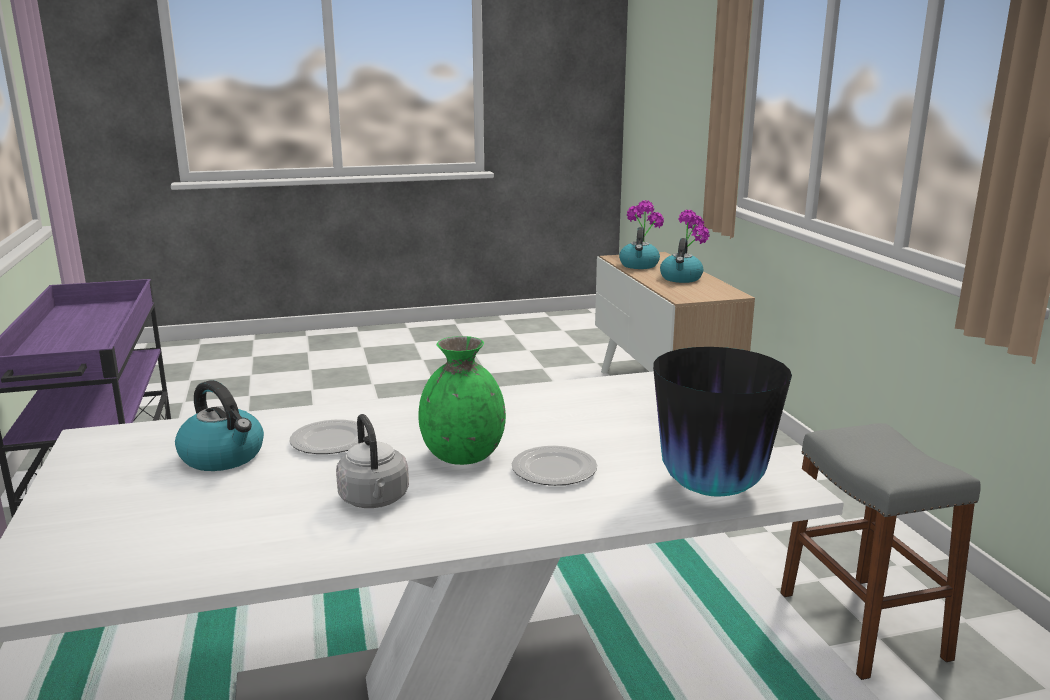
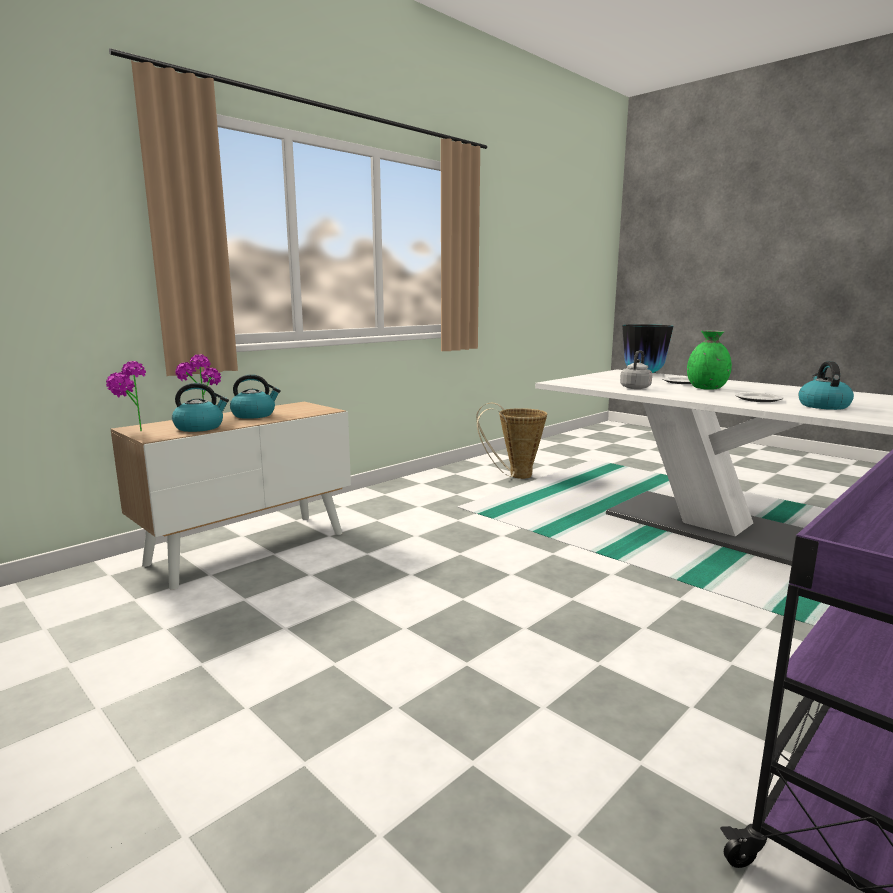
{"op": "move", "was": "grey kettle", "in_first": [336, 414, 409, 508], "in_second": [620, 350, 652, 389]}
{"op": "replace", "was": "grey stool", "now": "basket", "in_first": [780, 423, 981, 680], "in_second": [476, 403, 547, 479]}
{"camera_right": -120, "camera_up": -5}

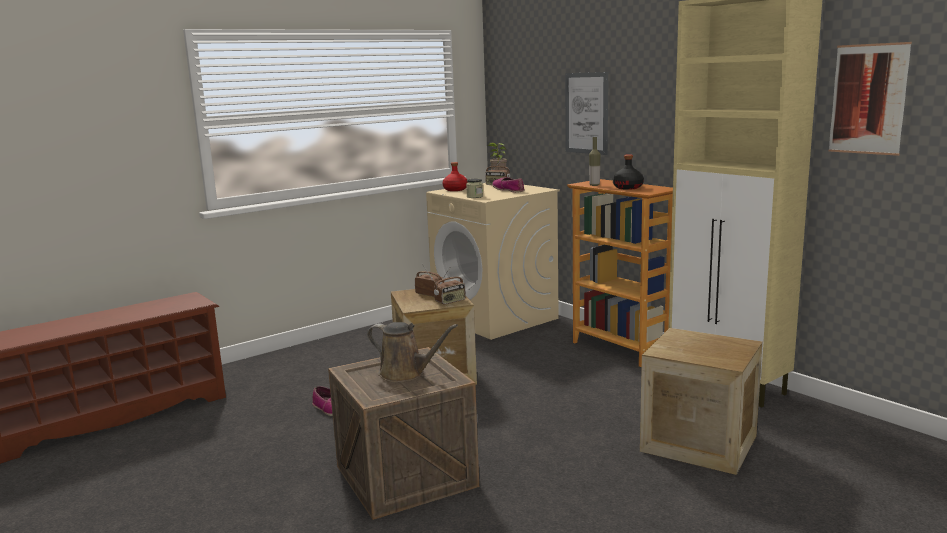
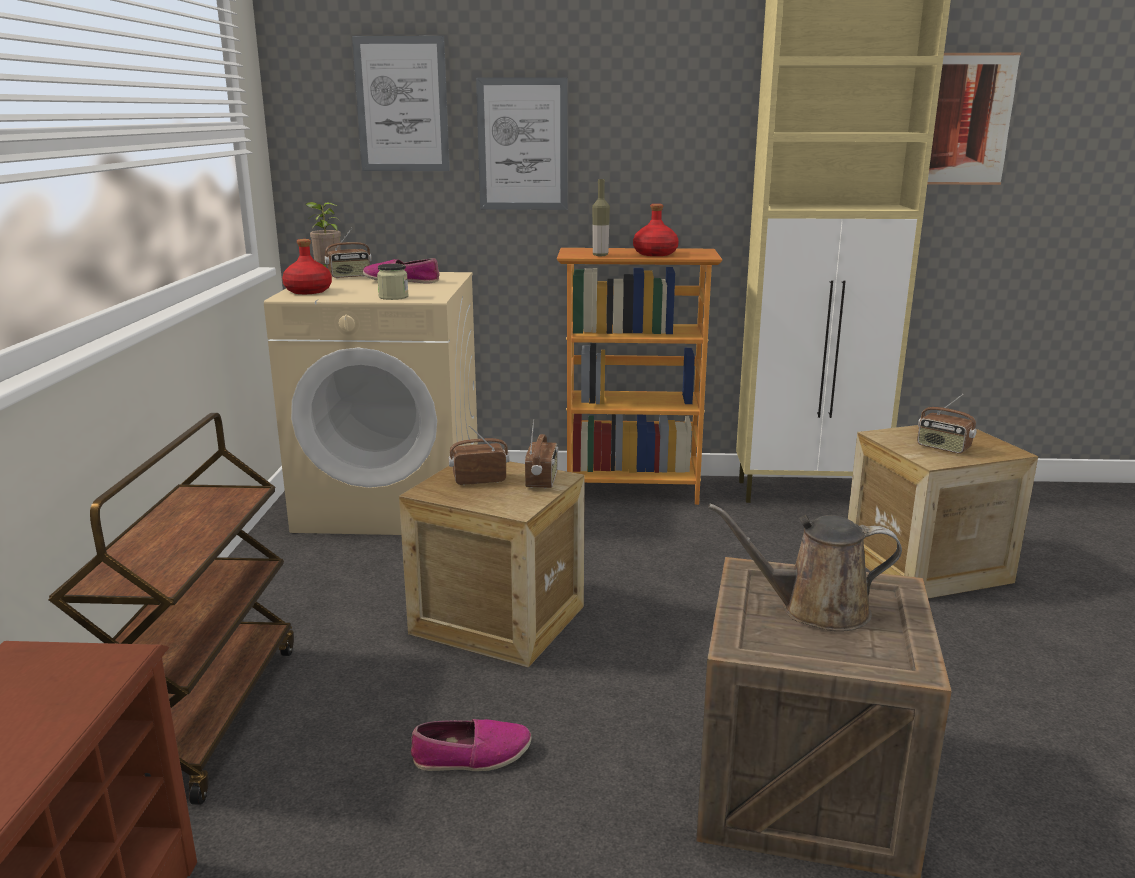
{"op": "recolor", "was": "black bottle", "now": "red bottle", "in_first": [613, 154, 644, 190], "in_second": [633, 204, 679, 256]}
{"op": "rotate", "was": "brown watering can", "in_first": [367, 322, 458, 382], "in_second": [708, 504, 902, 632], "clockwise": -150}
{"op": "insert", "now": "picture", "in_second": [352, 36, 450, 171]}
{"op": "insert", "now": "radio", "in_second": [917, 394, 977, 454]}
{"op": "insert", "now": "brown cart", "in_second": [48, 413, 294, 805]}
{"camera_right": -50, "camera_up": 5}

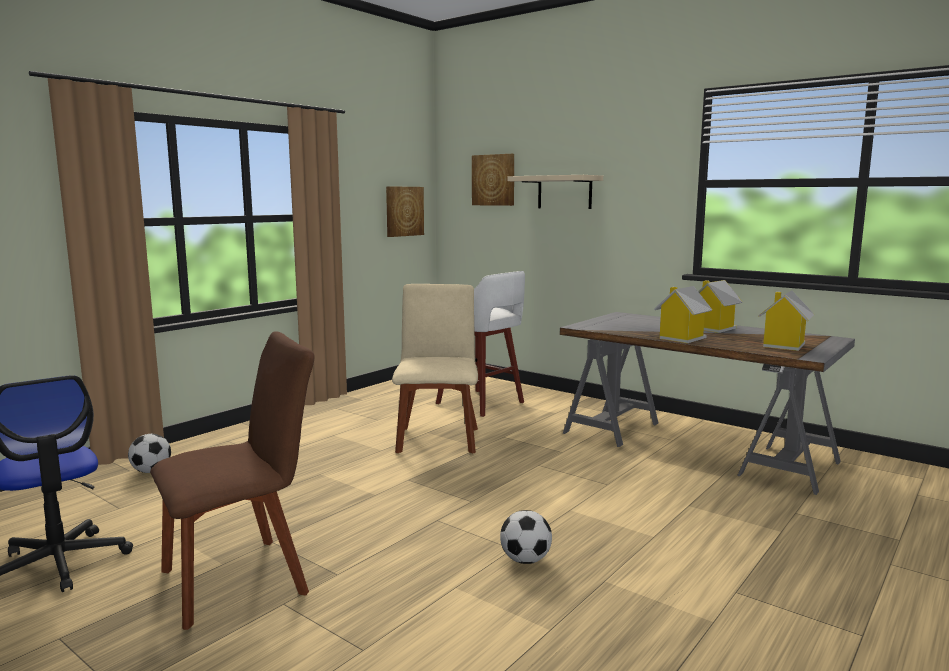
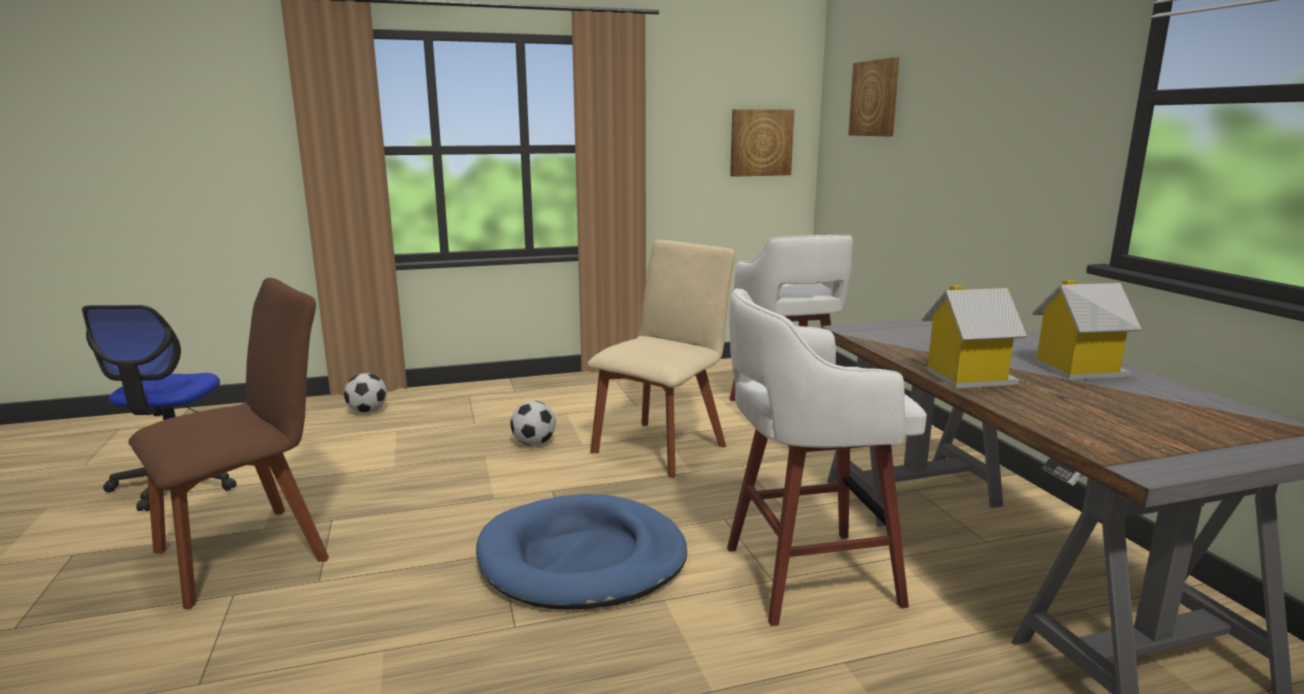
{"op": "delete", "was": "beige shelf", "in_first": [508, 175, 603, 209]}
{"op": "delete", "was": "toy house", "in_first": [758, 290, 815, 351]}
{"op": "rotate", "was": "brown chair", "in_first": [150, 331, 315, 630], "in_second": [128, 278, 329, 609], "clockwise": -45}
{"op": "move", "was": "football", "in_first": [500, 510, 552, 564], "in_second": [510, 401, 556, 446]}
{"op": "insert", "now": "white stool", "in_second": [727, 288, 927, 626]}
{"op": "insert", "now": "blue dog bed", "in_second": [476, 494, 687, 610]}
{"camera_right": 35, "camera_up": 5}

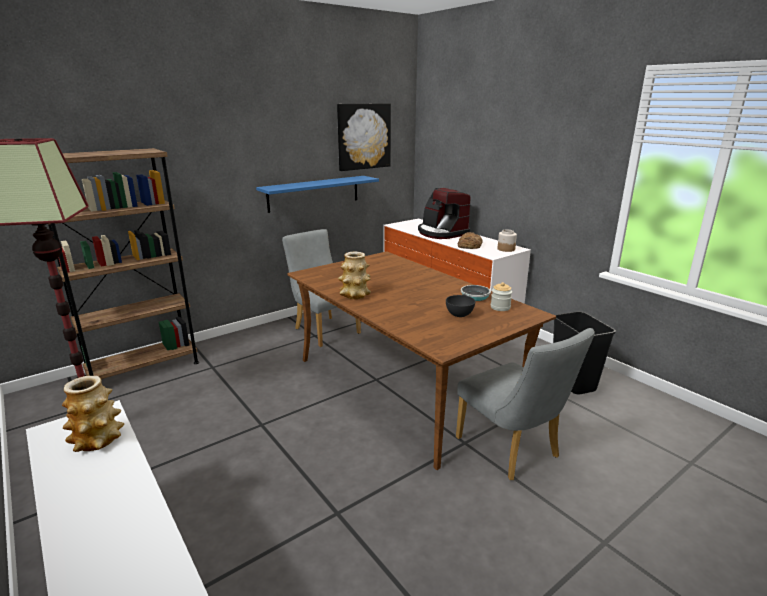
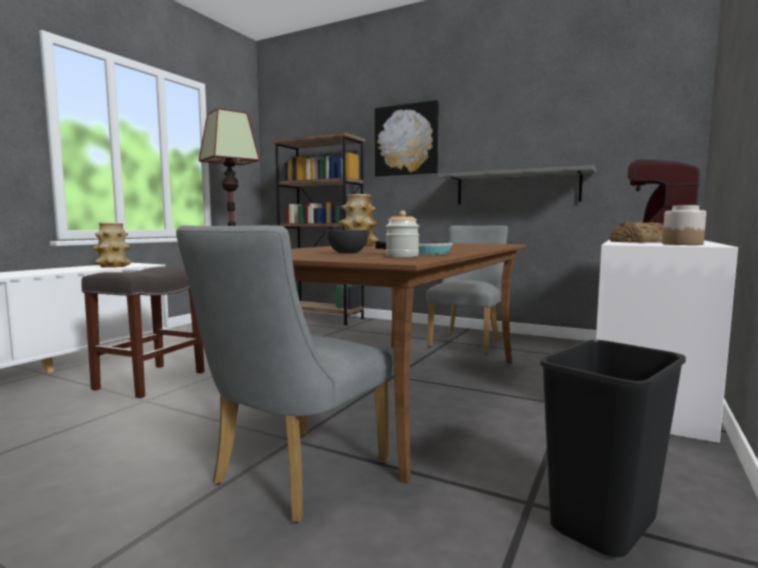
{"op": "move", "was": "picture", "in_first": [337, 103, 391, 171], "in_second": [375, 100, 439, 177]}
{"op": "recolor", "was": "blue shelf", "now": "grey shelf", "in_first": [256, 176, 379, 213], "in_second": [438, 165, 596, 204]}
{"op": "insert", "now": "grey stool", "in_second": [81, 266, 205, 398]}
{"camera_right": 65, "camera_up": -15}

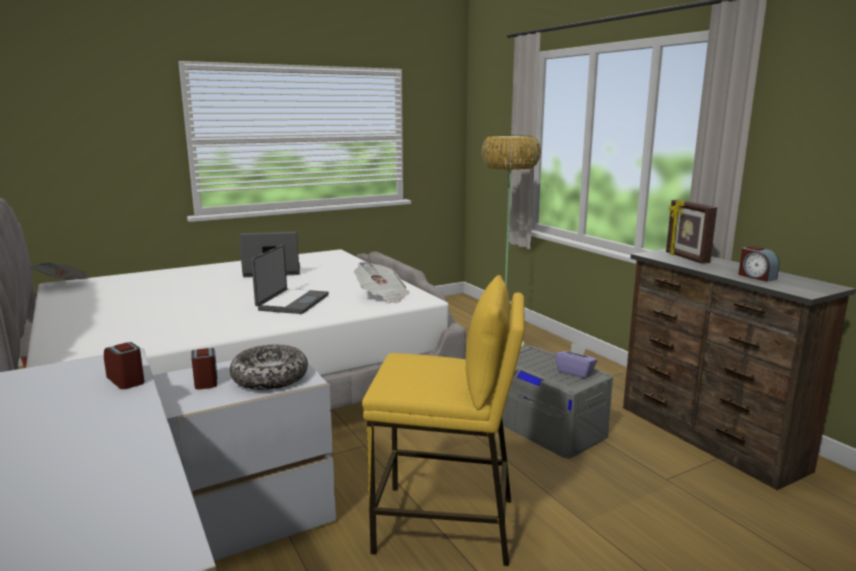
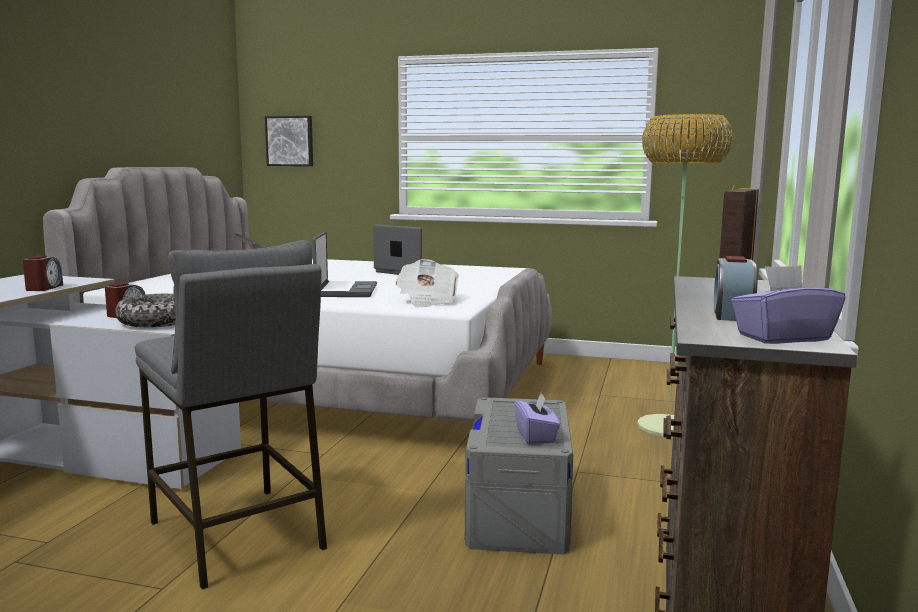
{"op": "rotate", "was": "laptop", "in_first": [251, 245, 329, 314], "in_second": [312, 232, 377, 297], "clockwise": -60}
{"op": "recolor", "was": "yellow stool", "now": "grey stool", "in_first": [362, 275, 524, 567], "in_second": [135, 240, 327, 589]}
{"op": "insert", "now": "picture", "in_second": [265, 116, 313, 166]}
{"op": "insert", "now": "purple tissue box", "in_second": [731, 265, 846, 344]}
{"camera_right": 45, "camera_up": -5}

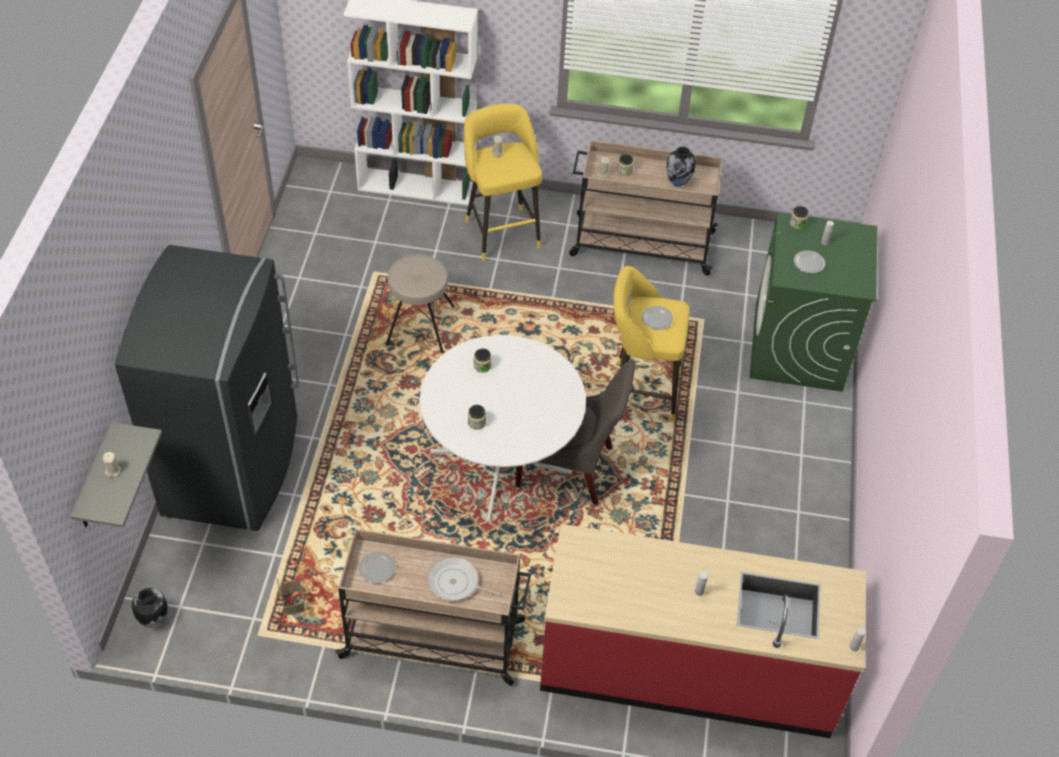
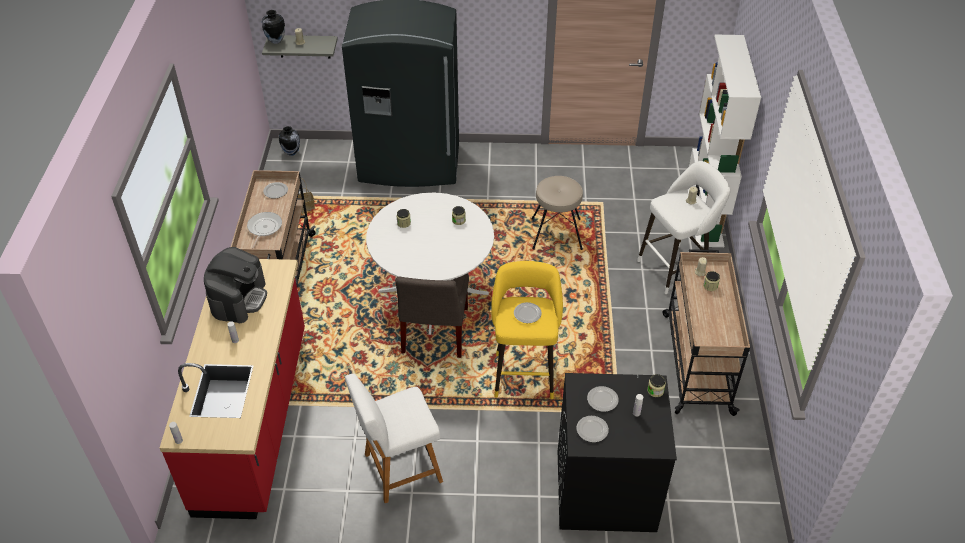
{"op": "recolor", "was": "yellow stool", "now": "white stool", "in_first": [464, 104, 542, 261], "in_second": [637, 161, 730, 294]}
{"op": "move", "was": "vase", "in_first": [667, 147, 696, 187], "in_second": [262, 10, 285, 44]}
{"op": "recolor", "was": "green washing machine", "now": "black washing machine", "in_first": [750, 213, 877, 392], "in_second": [558, 373, 677, 532]}
{"op": "insert", "now": "coffee machine", "in_second": [204, 247, 267, 323]}
{"op": "insert", "now": "white chair", "in_second": [345, 374, 443, 503]}
{"op": "insert", "now": "plate", "in_second": [577, 416, 609, 442]}
{"camera_right": 85, "camera_up": -5}

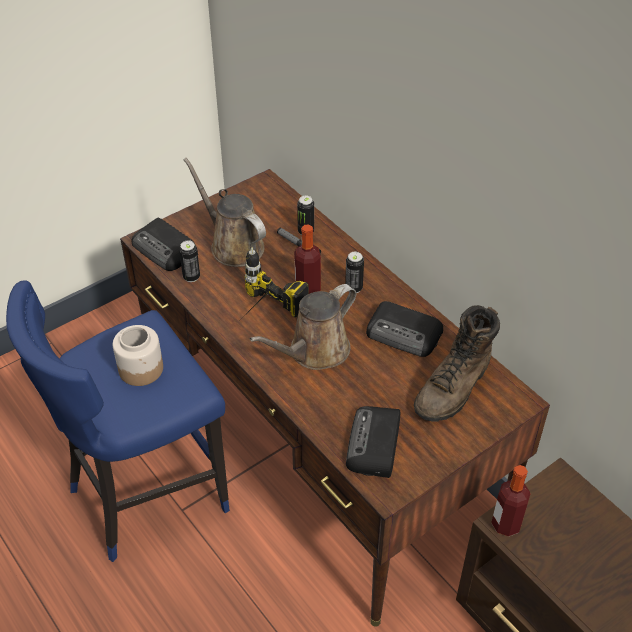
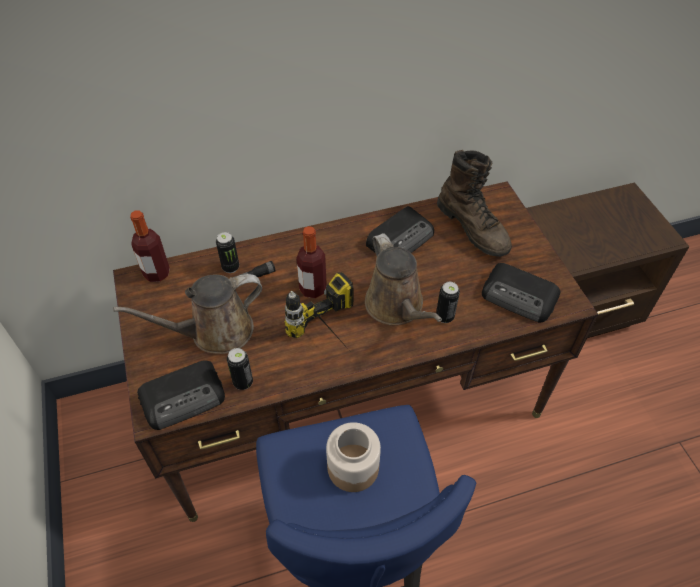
{"op": "move", "was": "can", "in_first": [345, 252, 364, 293], "in_second": [436, 282, 460, 323]}
{"op": "move", "was": "bottle", "in_first": [491, 465, 530, 537], "in_second": [130, 210, 170, 282]}
{"camera_right": -70, "camera_up": 5}

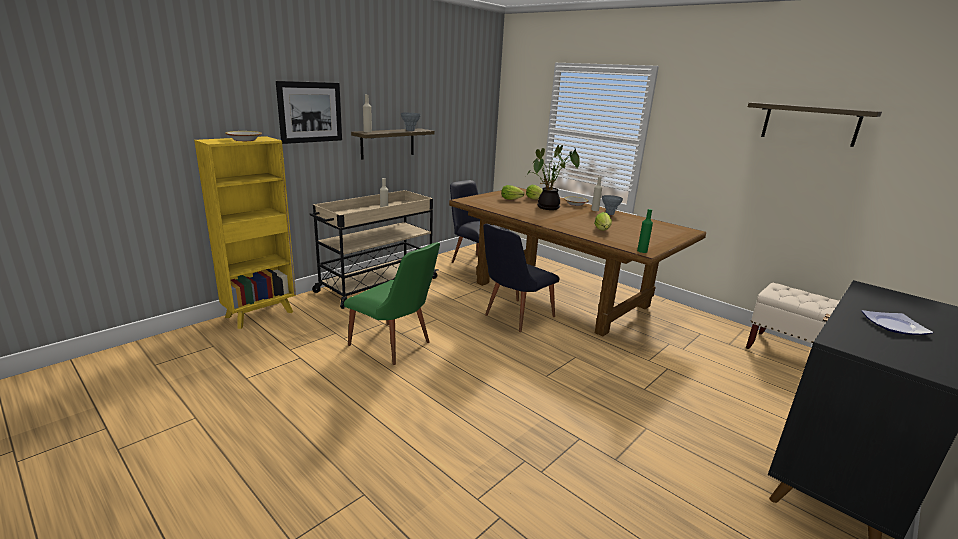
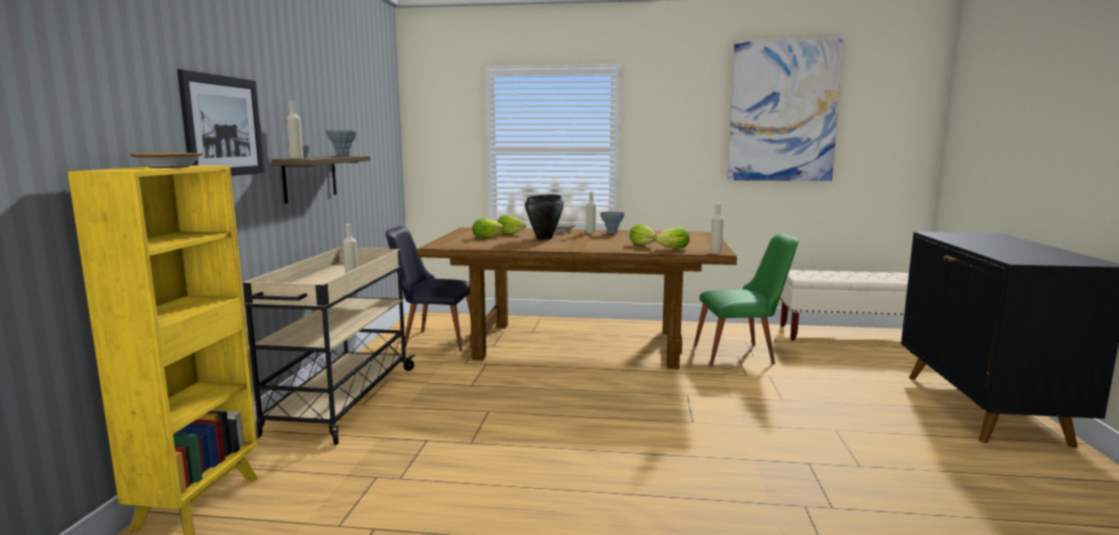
{"op": "replace", "was": "shelf", "now": "picture", "in_first": [748, 103, 882, 147], "in_second": [727, 38, 844, 181]}
{"op": "replace", "was": "potted plant", "now": "black cooking pot", "in_first": [526, 145, 580, 210], "in_second": [525, 194, 564, 240]}
{"op": "recolor", "was": "green bottle", "now": "beige bottle", "in_first": [637, 209, 653, 253], "in_second": [710, 203, 723, 254]}
{"op": "delete", "was": "black chair", "in_first": [483, 224, 560, 332]}
{"op": "move", "was": "green chair", "in_first": [344, 242, 440, 365], "in_second": [694, 233, 798, 366]}
{"op": "delete", "was": "plate", "in_first": [862, 310, 933, 335]}
{"op": "insert", "now": "lettuce", "in_second": [655, 227, 690, 249]}
{"camera_right": -35, "camera_up": -10}

